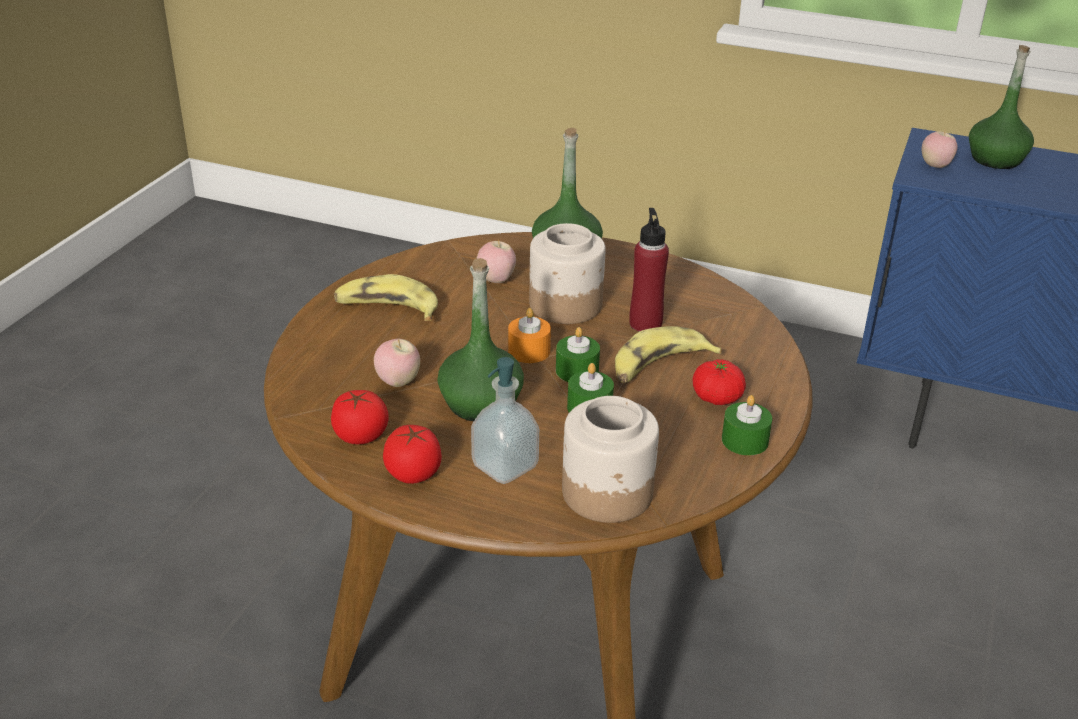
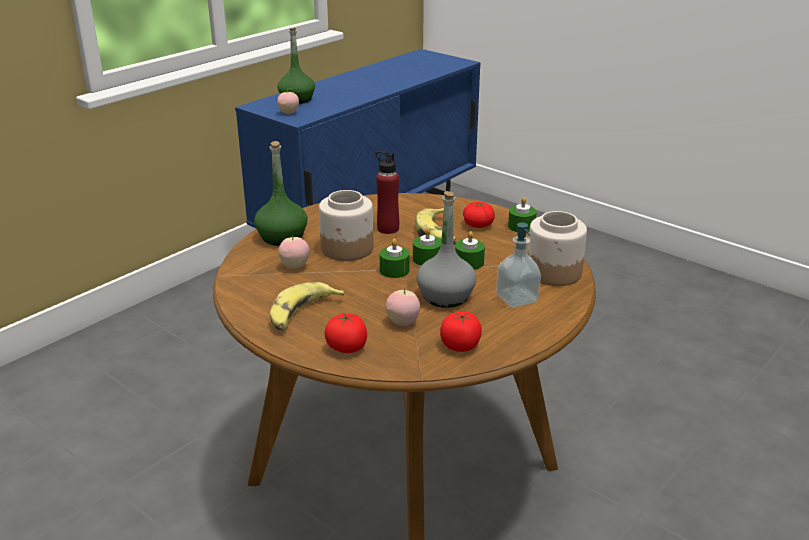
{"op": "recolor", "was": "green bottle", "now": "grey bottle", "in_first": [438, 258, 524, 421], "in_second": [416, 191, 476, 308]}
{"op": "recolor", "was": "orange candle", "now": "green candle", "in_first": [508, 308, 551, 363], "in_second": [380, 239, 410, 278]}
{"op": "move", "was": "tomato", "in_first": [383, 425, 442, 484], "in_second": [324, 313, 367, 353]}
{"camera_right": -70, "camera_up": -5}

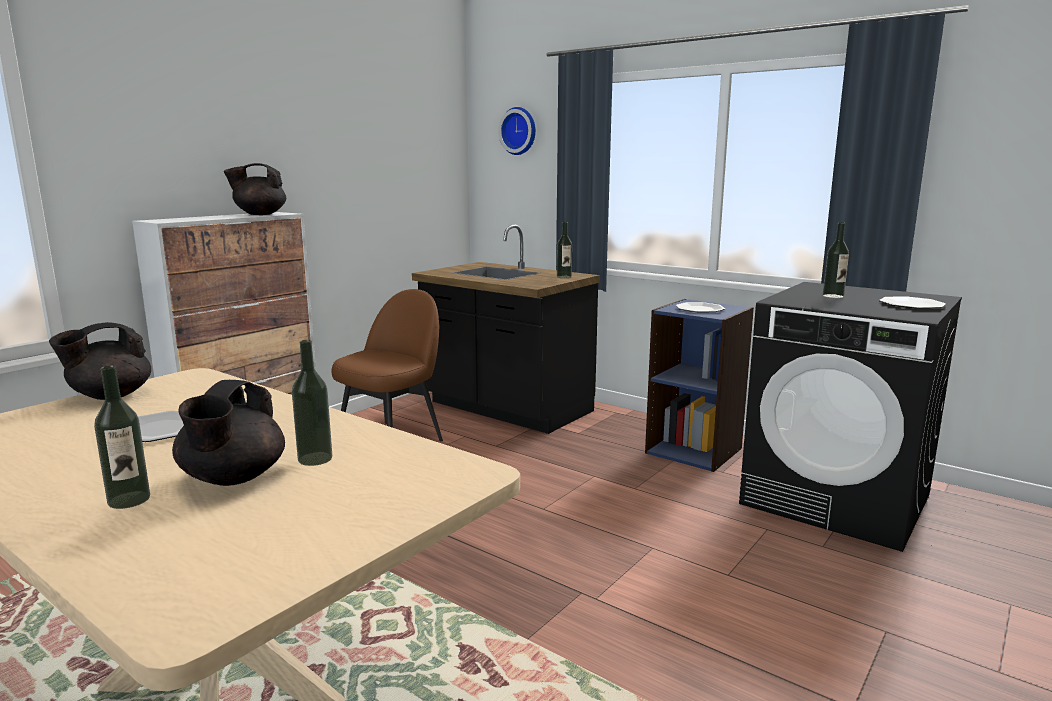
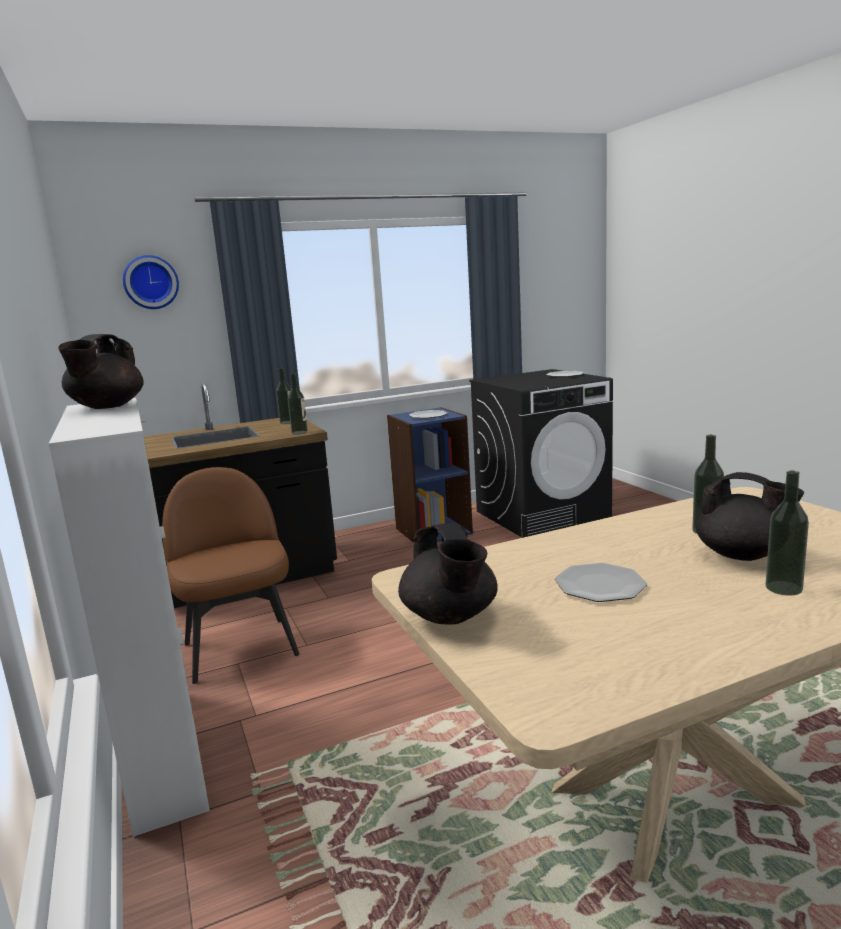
{"op": "move", "was": "bottle", "in_first": [823, 222, 849, 298], "in_second": [288, 373, 308, 435]}
{"camera_right": -60, "camera_up": 0}

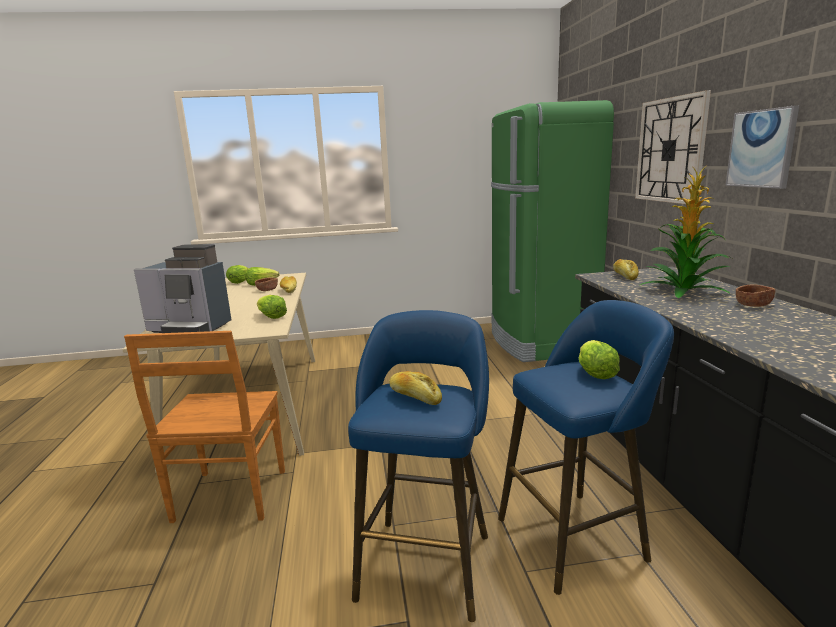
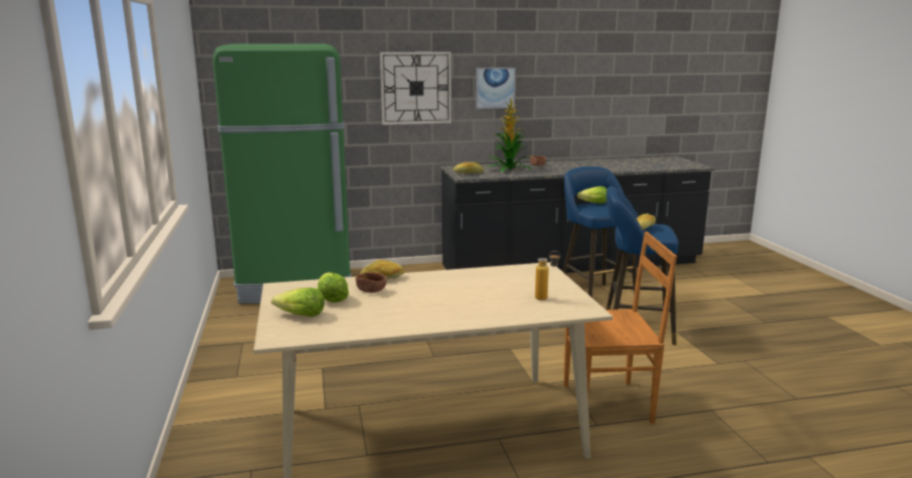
{"op": "replace", "was": "coffee machine", "now": "bottle", "in_first": [134, 244, 231, 333], "in_second": [535, 251, 560, 300]}
{"op": "delete", "was": "lettuce", "in_first": [257, 295, 287, 319]}
{"camera_right": -95, "camera_up": 0}

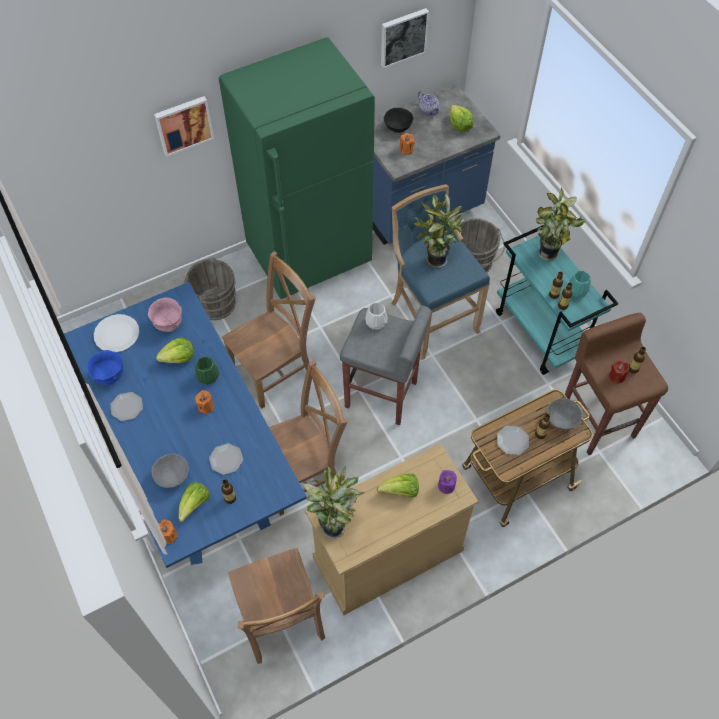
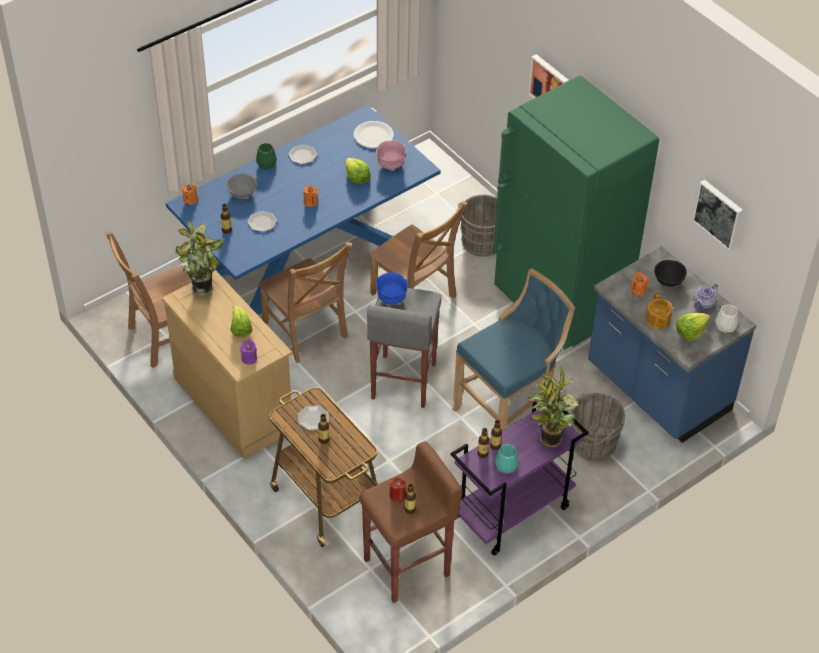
{"op": "delete", "was": "potted plant", "in_first": [414, 194, 463, 268]}
{"op": "recolor", "was": "turquoise cart", "now": "purple cart", "in_first": [496, 225, 618, 375], "in_second": [450, 400, 589, 555]}
{"op": "move", "was": "white vase", "in_first": [365, 303, 388, 330], "in_second": [715, 305, 738, 333]}
{"op": "move", "was": "blue bowl", "in_first": [86, 350, 124, 385], "in_second": [376, 272, 408, 305]}
{"op": "move", "was": "green vase", "in_first": [195, 357, 219, 385], "in_second": [256, 143, 277, 169]}
{"op": "delete", "was": "grey bowl", "in_first": [547, 398, 582, 430]}
{"op": "delete", "was": "lettuce", "in_first": [179, 482, 210, 522]}
{"op": "insert", "now": "teapot", "in_second": [645, 292, 672, 329]}
{"camera_right": 80, "camera_up": -10}

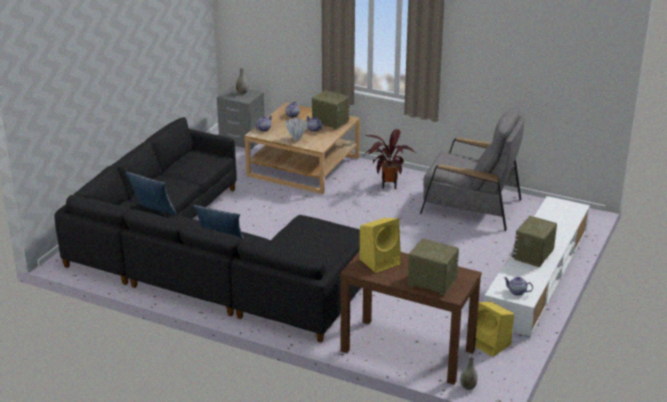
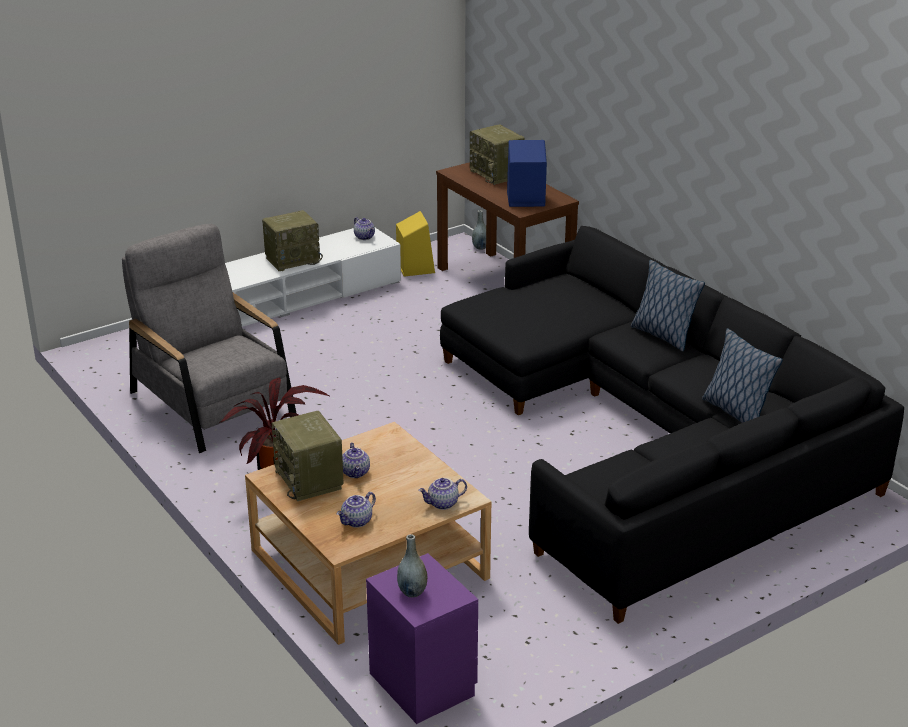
{"op": "recolor", "was": "grey nightstand", "now": "purple nightstand", "in_first": [217, 86, 264, 149], "in_second": [366, 553, 478, 724]}
{"op": "delete", "was": "white vase", "in_first": [285, 117, 308, 141]}
{"op": "recolor", "was": "yellow speaker", "now": "blue speaker", "in_first": [360, 218, 401, 273], "in_second": [507, 140, 547, 207]}
{"camera_right": -150, "camera_up": 0}

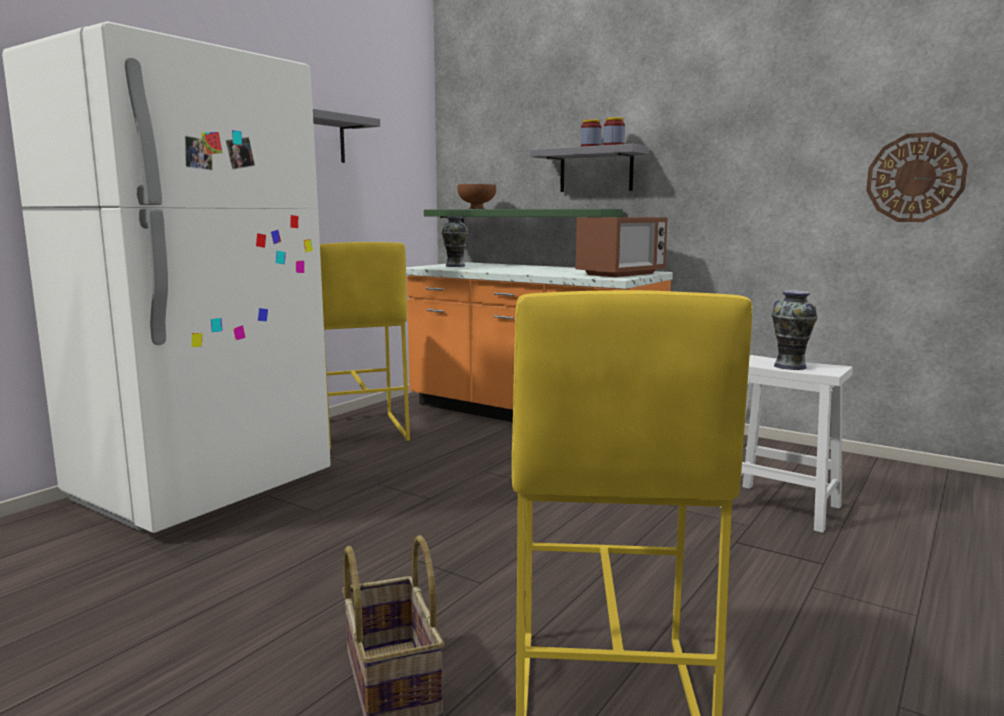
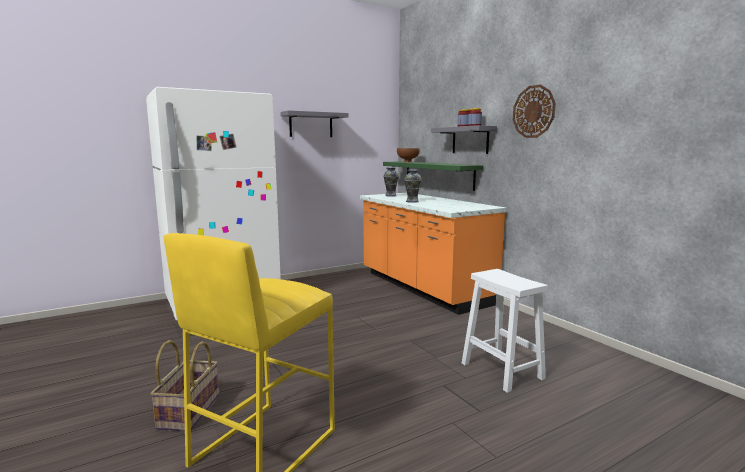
{"op": "move", "was": "wall clock", "in_first": [866, 132, 968, 222], "in_second": [513, 85, 555, 138]}
{"op": "delete", "was": "microwave", "in_first": [576, 217, 668, 277]}
{"op": "delete", "was": "yellow stool", "in_first": [320, 242, 410, 449]}
{"op": "move", "was": "vase", "in_first": [771, 290, 818, 370], "in_second": [404, 170, 422, 203]}
{"camera_right": 25, "camera_up": 0}

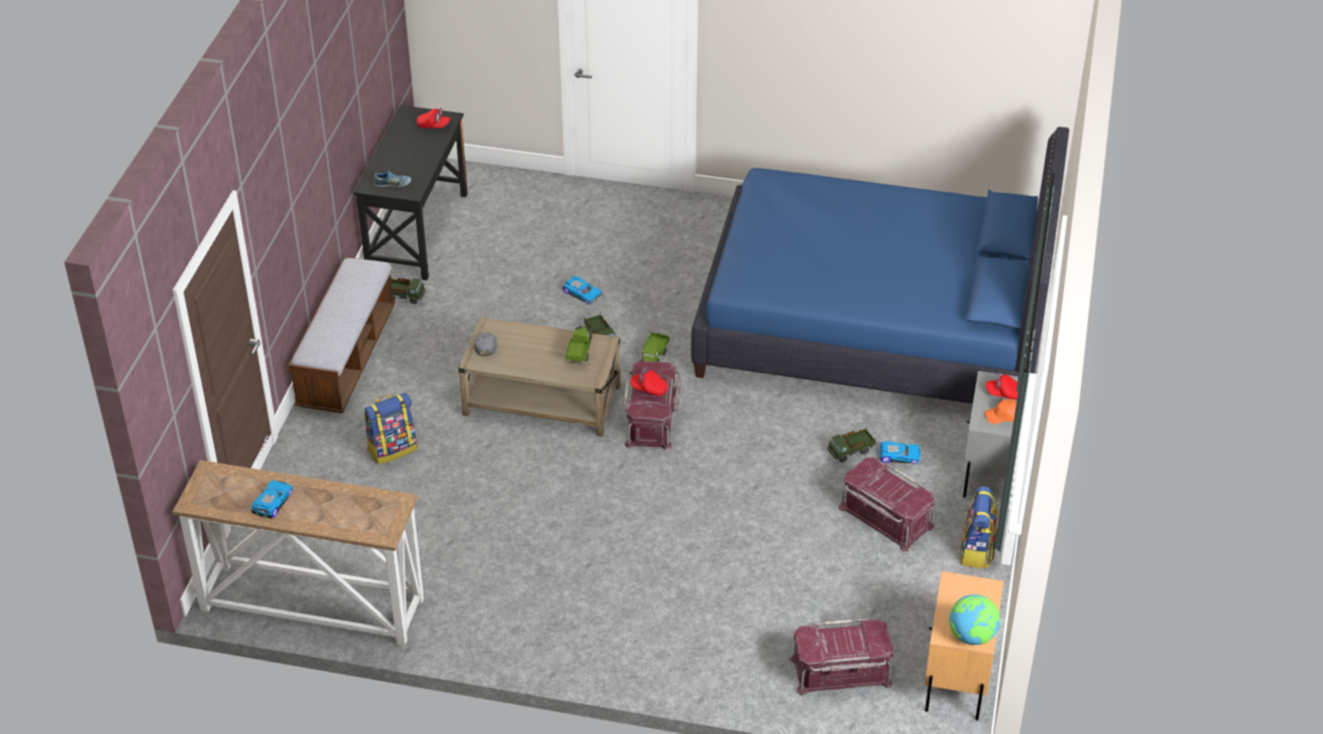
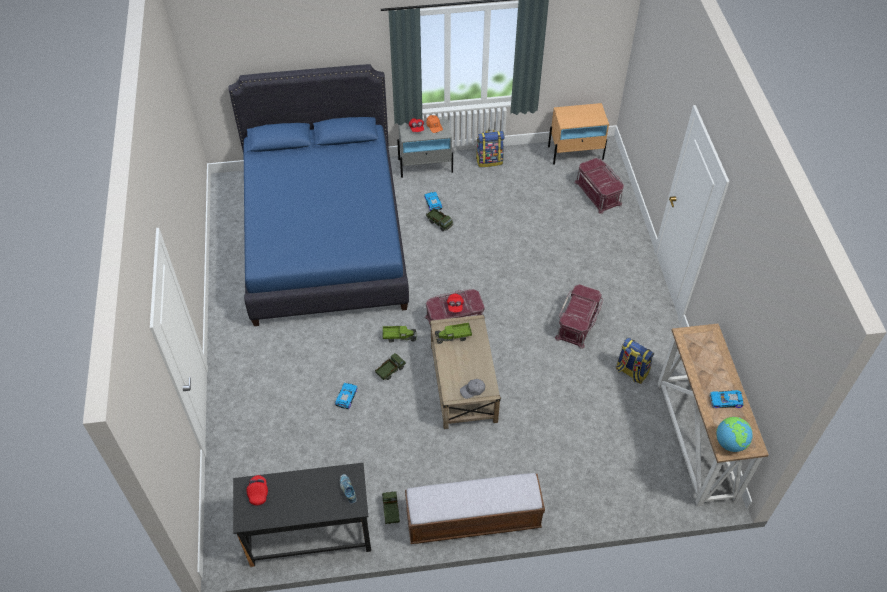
{"op": "move", "was": "backpack", "in_first": [364, 393, 417, 464], "in_second": [616, 337, 654, 384]}
{"op": "move", "was": "red storage box", "in_first": [838, 458, 935, 552], "in_second": [555, 284, 603, 349]}
{"op": "move", "was": "globe", "in_first": [949, 594, 1000, 645], "in_second": [716, 417, 753, 452]}
{"camera_right": -110, "camera_up": 10}

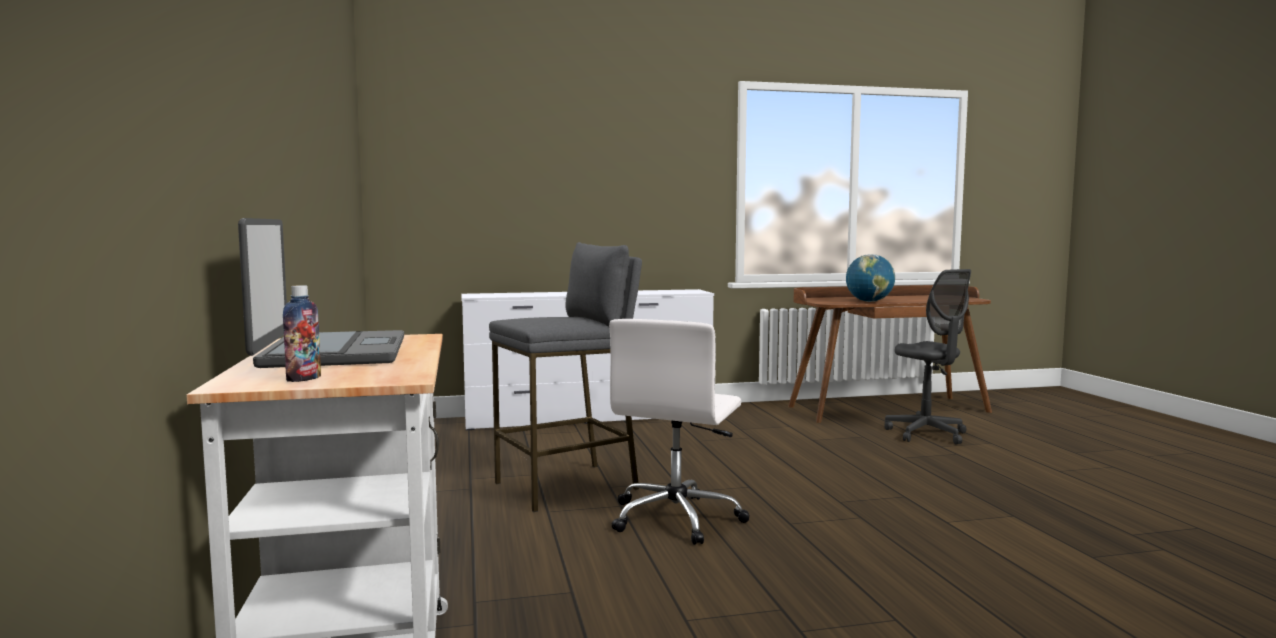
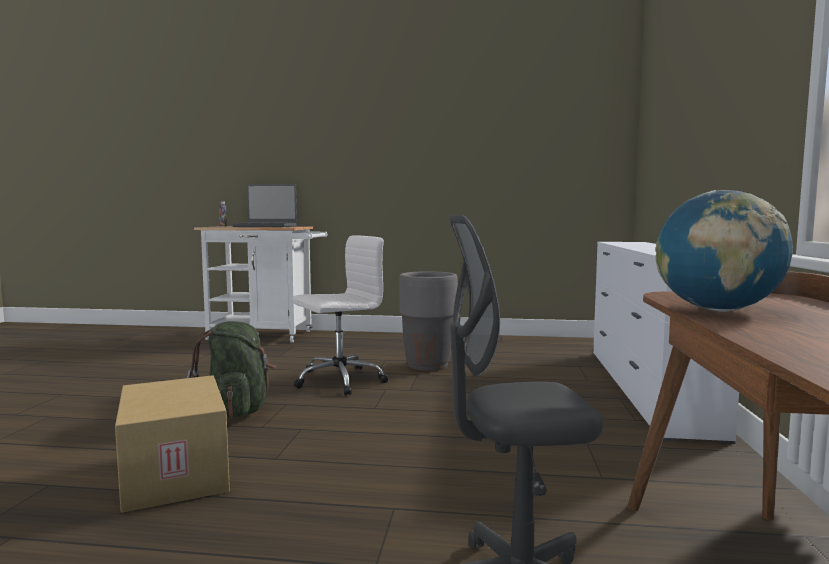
{"op": "replace", "was": "grey stool", "now": "grey planter", "in_first": [489, 242, 642, 512], "in_second": [399, 271, 458, 371]}
{"op": "rotate", "was": "white office chair", "in_first": [609, 319, 750, 545], "in_second": [292, 235, 388, 396], "clockwise": 105}
{"op": "insert", "now": "green backpack", "in_second": [187, 321, 276, 418]}
{"op": "insert", "now": "cardboard box", "in_second": [115, 375, 230, 513]}
{"camera_right": 110, "camera_up": 0}

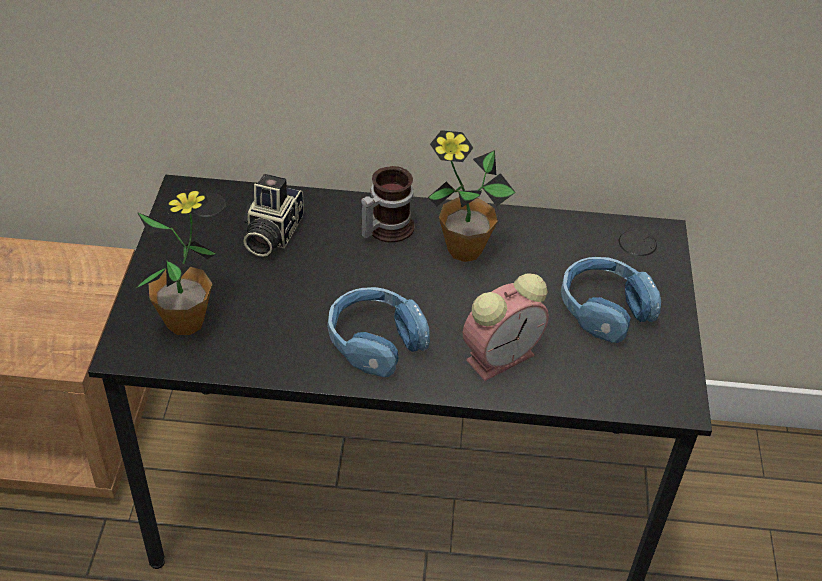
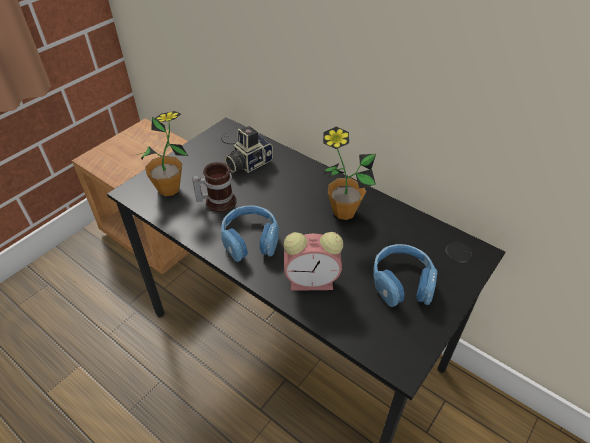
{"op": "move", "was": "mug", "in_first": [361, 166, 415, 243], "in_second": [192, 162, 237, 212]}
{"camera_right": 35, "camera_up": 0}

